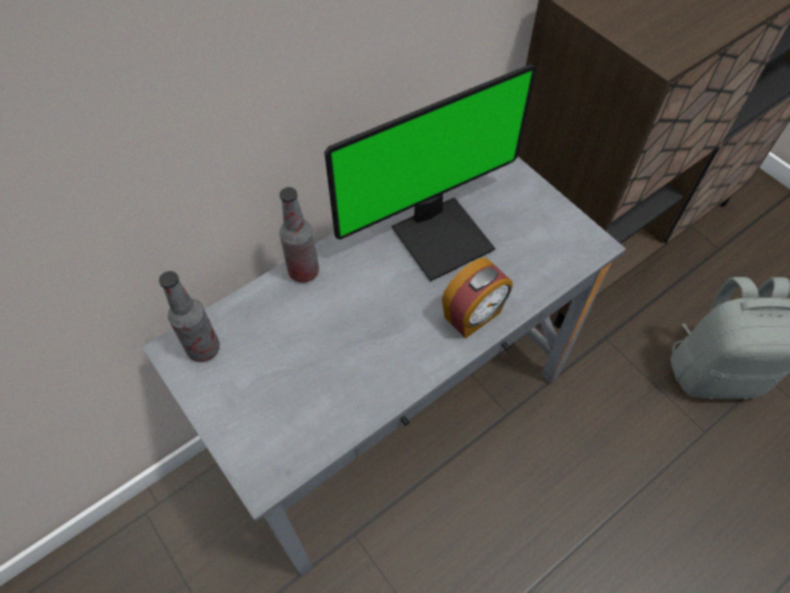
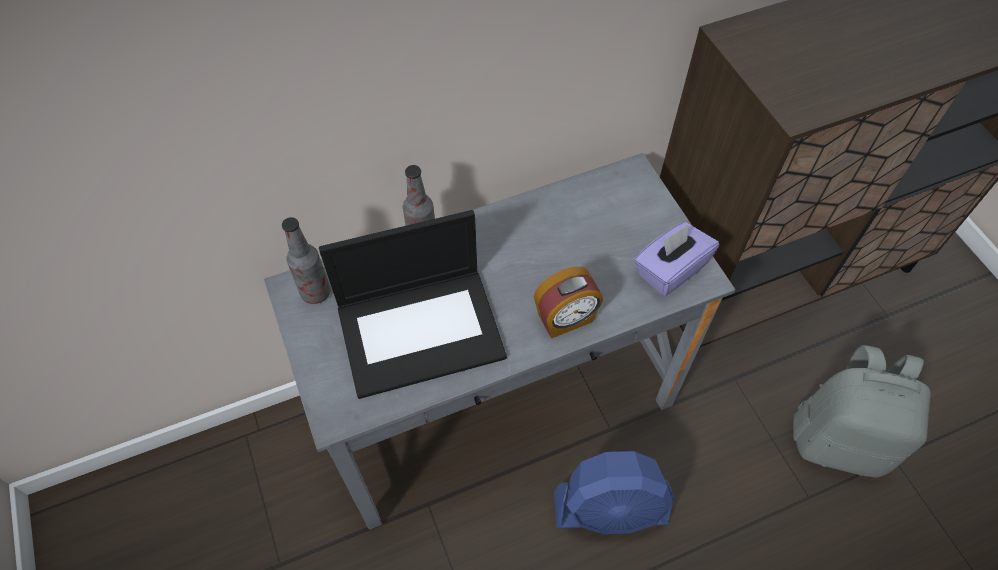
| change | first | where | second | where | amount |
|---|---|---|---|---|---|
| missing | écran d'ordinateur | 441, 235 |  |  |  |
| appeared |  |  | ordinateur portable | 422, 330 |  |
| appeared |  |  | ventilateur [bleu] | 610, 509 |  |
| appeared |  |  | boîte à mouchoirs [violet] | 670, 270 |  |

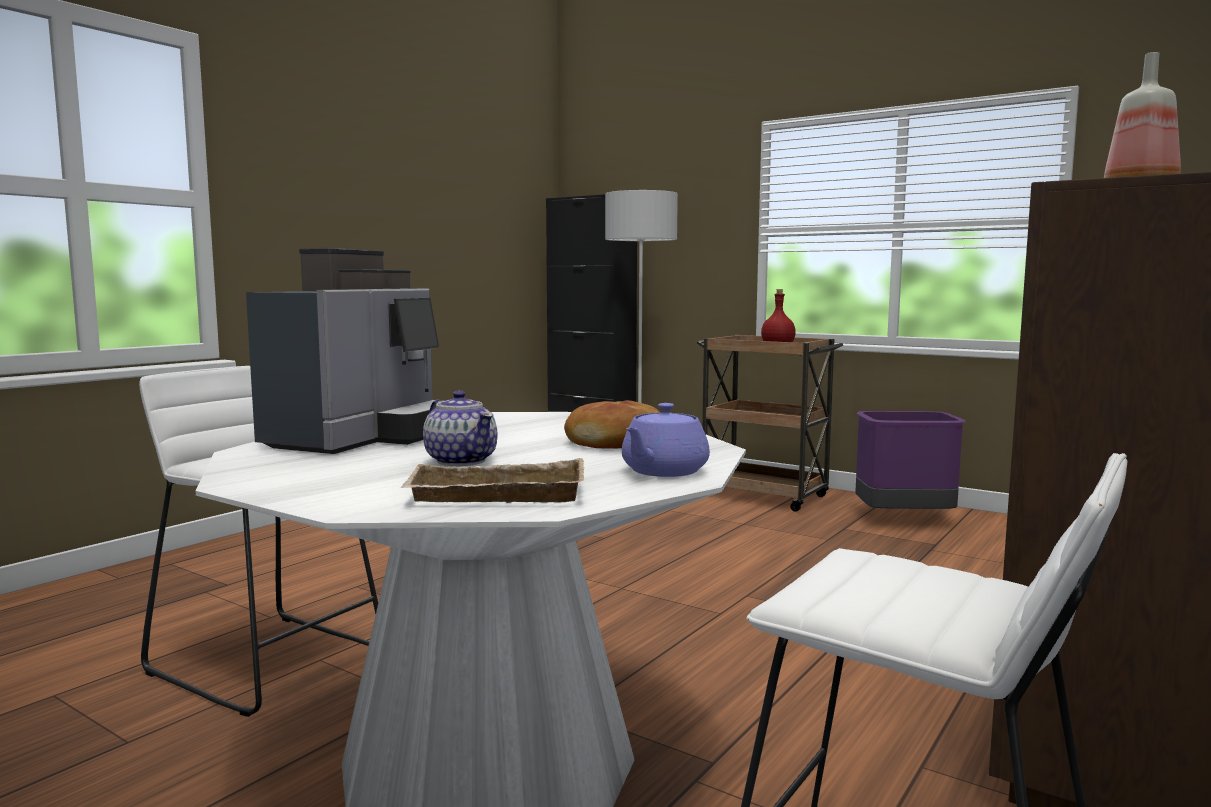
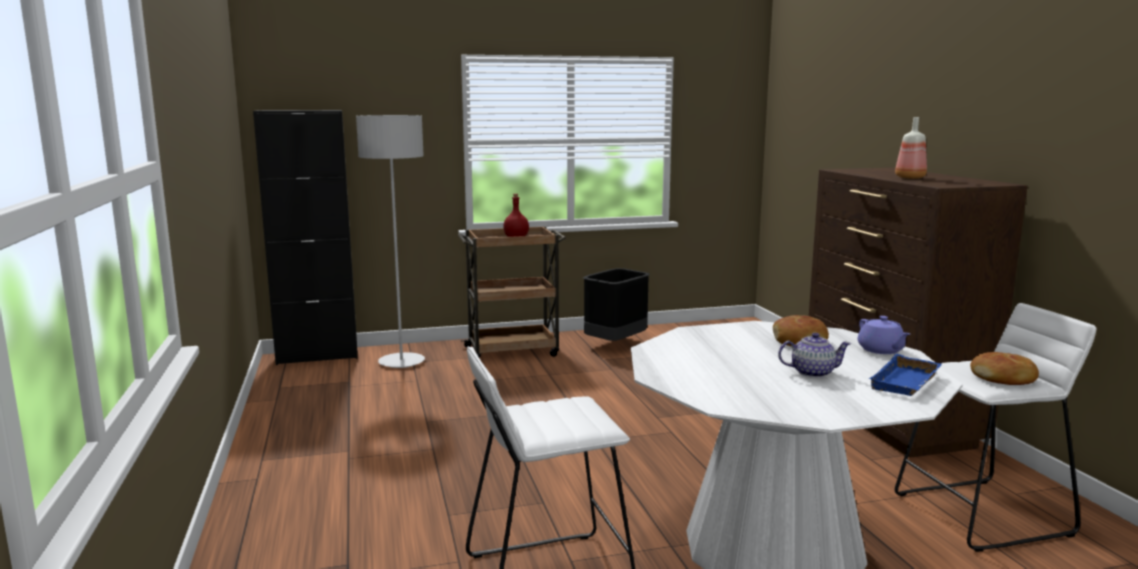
| change | first | where | second | where | amount |
|---|---|---|---|---|---|
| missing | machine à café | 364, 438 |  |  |  |
| colour | plateau [beige] | 494, 496 | plateau [bleu] | 907, 383 |  |
| colour | poubelle [violet] | 903, 521 | poubelle [noir] | 616, 345 |  |
| appeared |  |  | pain | 1004, 378 |  |

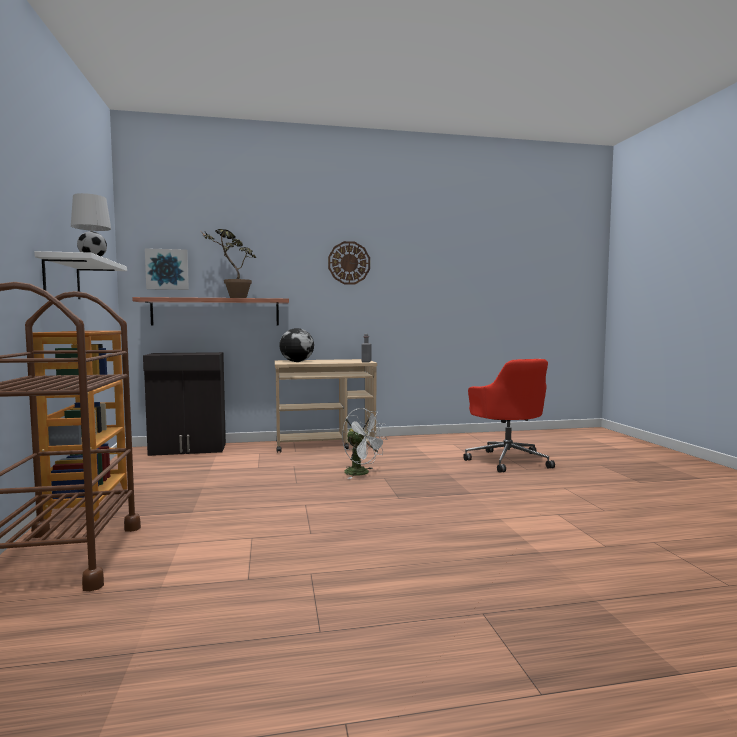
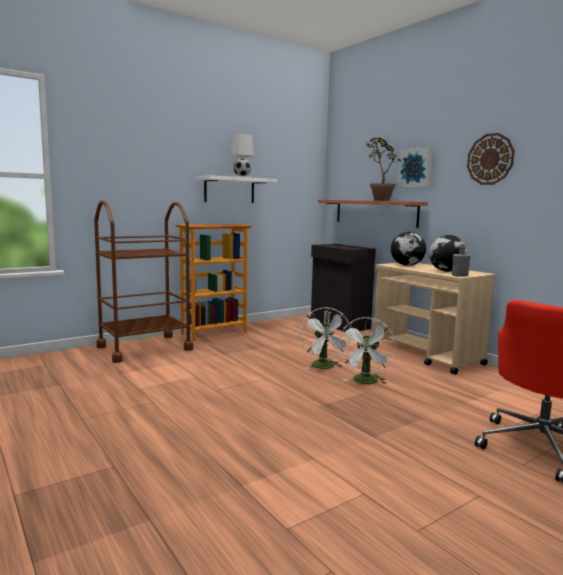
| change | first | where | second | where | amount |
|---|---|---|---|---|---|
| relocated | tableau | 167, 269 |  | 416, 168 |  |
| appeared |  |  | ventilateur [blanc] | 325, 367 |  |
| appeared |  |  | globe | 446, 271 |  |

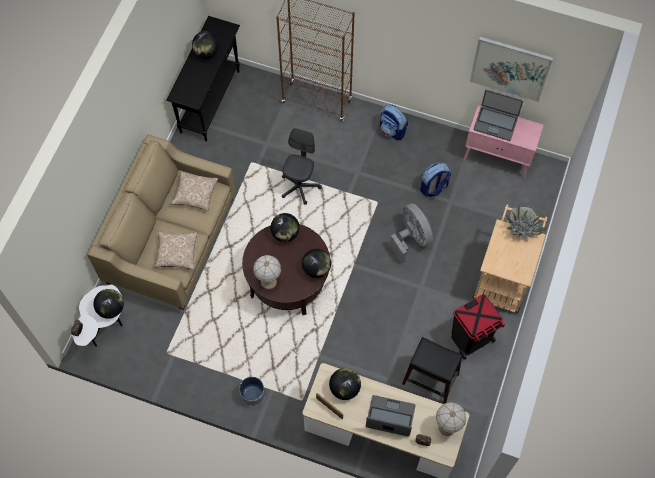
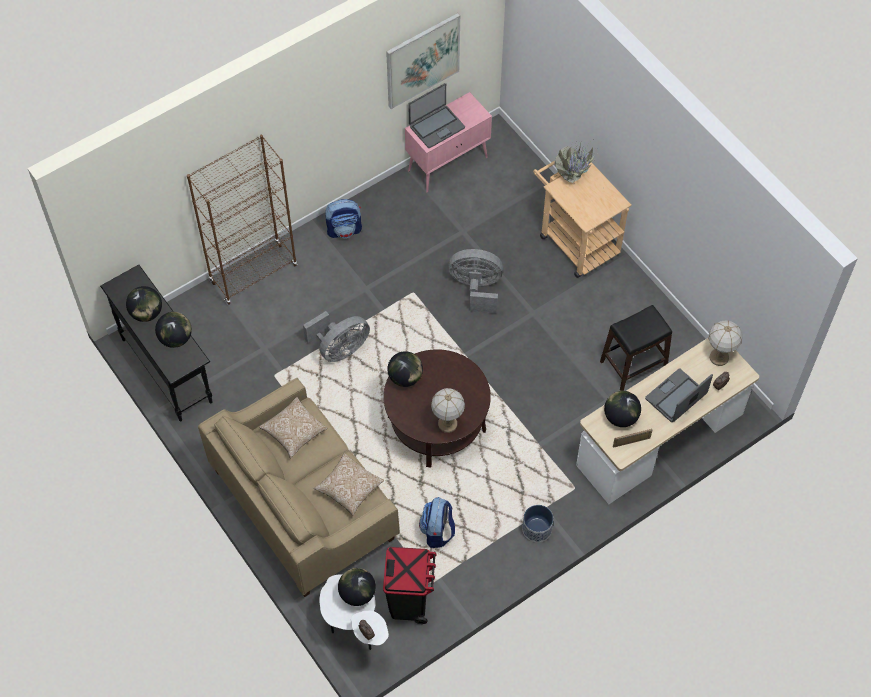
| change | first | where | second | where | amount |
|---|---|---|---|---|---|
| exchanged | chaise de bureau [gris] | 300, 187 | ventilateur [gris] | 340, 349 |  |
| relocated | globe | 316, 269 |  | 176, 338 |  |
| relocated | sac à dos | 433, 188 |  | 437, 531 |  |
| relocated | poubelle [noir] | 471, 339 |  | 409, 601 |  |

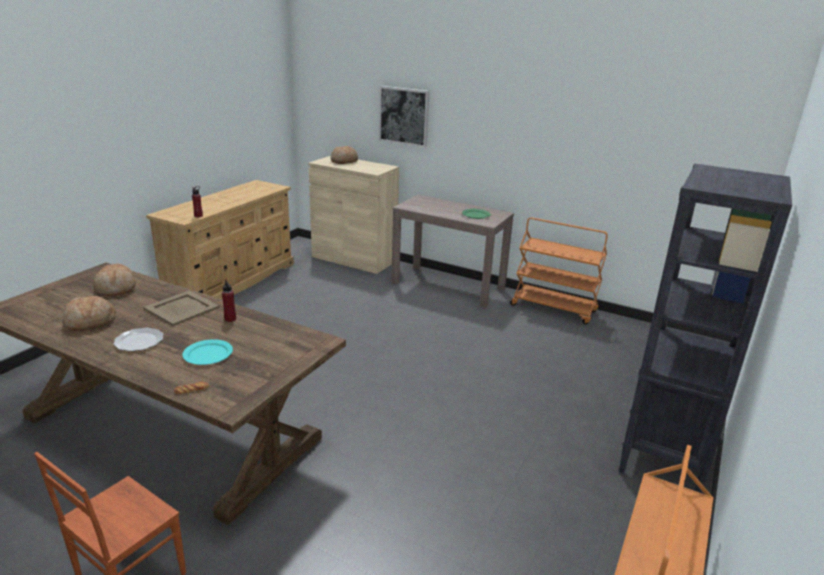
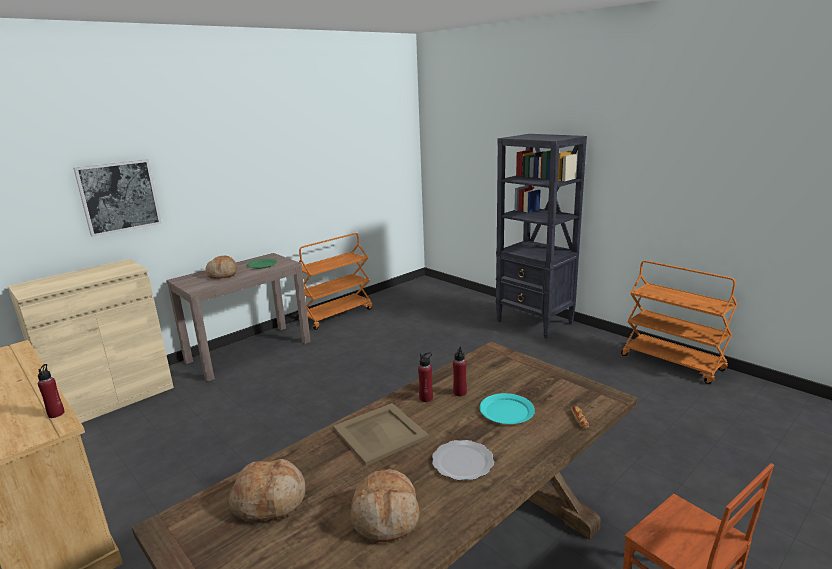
| change | first | where | second | where | amount |
|---|---|---|---|---|---|
| relocated | pain | 344, 161 |  | 223, 274 |  |
| appeared |  |  | bouteille [rouge] | 460, 392 |  |

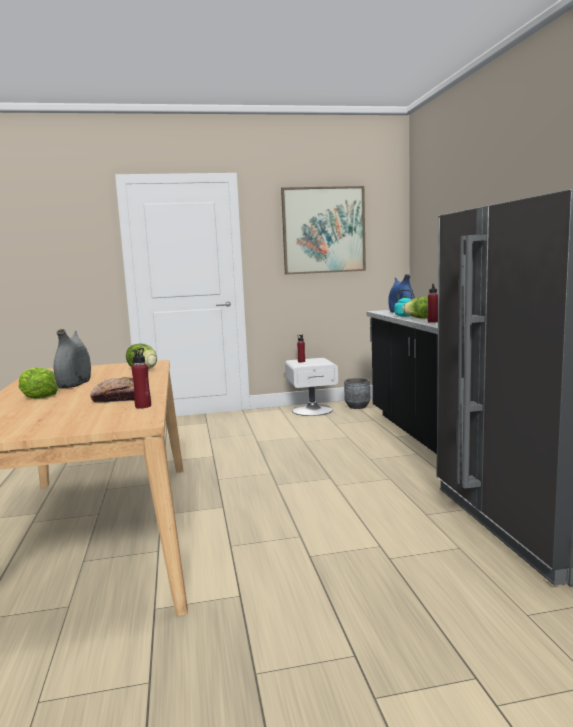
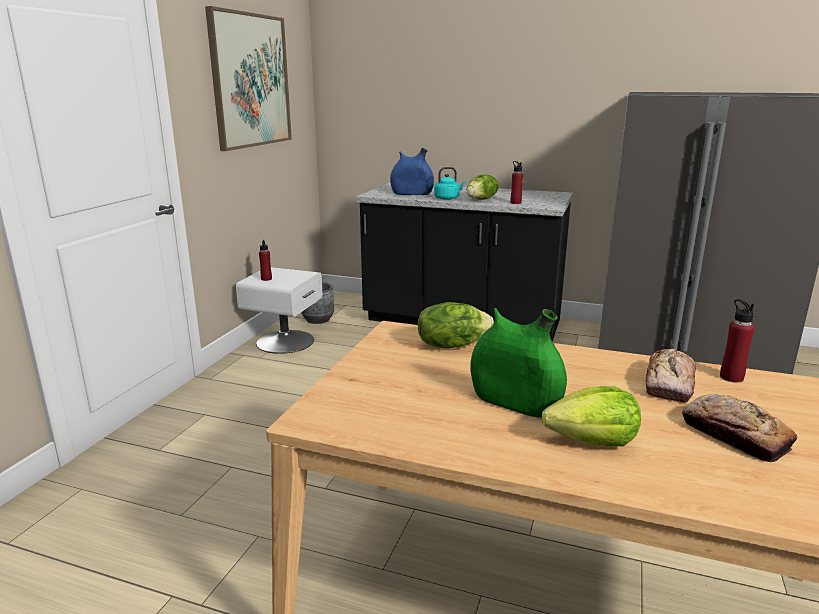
| change | first | where | second | where | amount |
|---|---|---|---|---|---|
| colour | vase [gris] | 75, 384 | vase [vert] | 514, 403 |  |
| appeared |  |  | pain | 734, 435 |  |

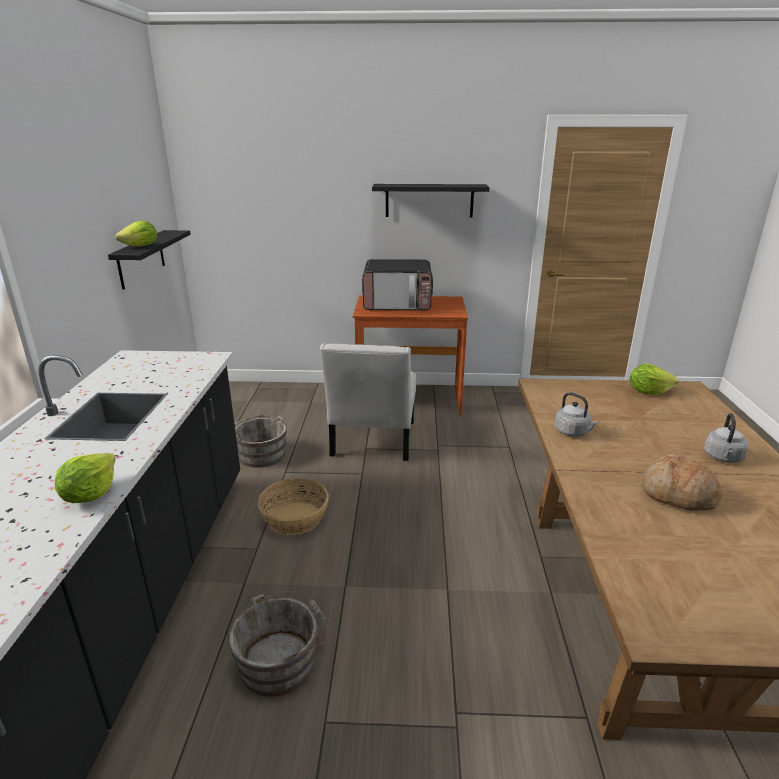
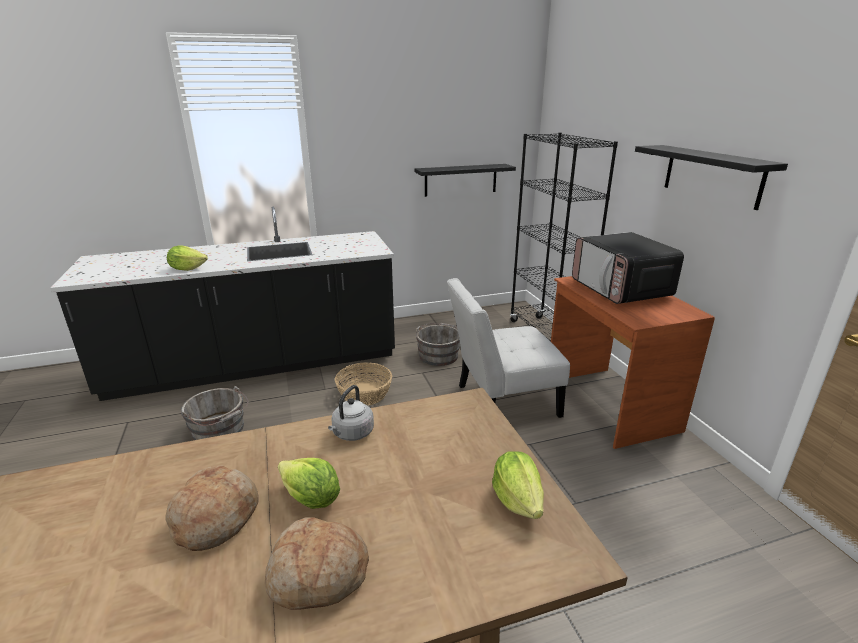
| change | first | where | second | where | amount |
|---|---|---|---|---|---|
| relocated | laitue | 141, 246 |  | 311, 499 |  |
| exchanged | bouilloire [gris] | 723, 458 | pain | 318, 575 |  |
| appeared |  |  | bibliothèque [noir] | 546, 336 |  |

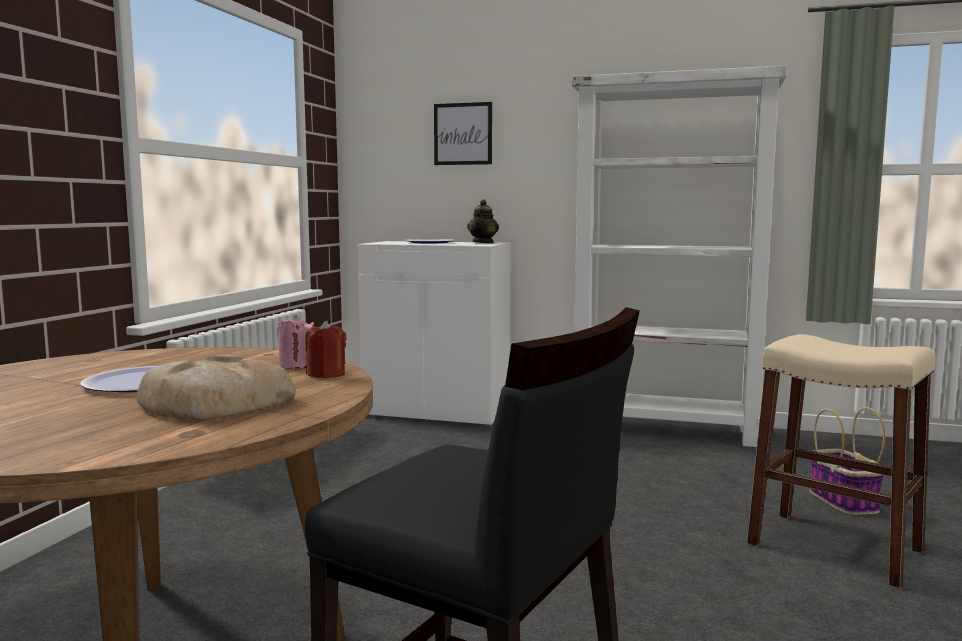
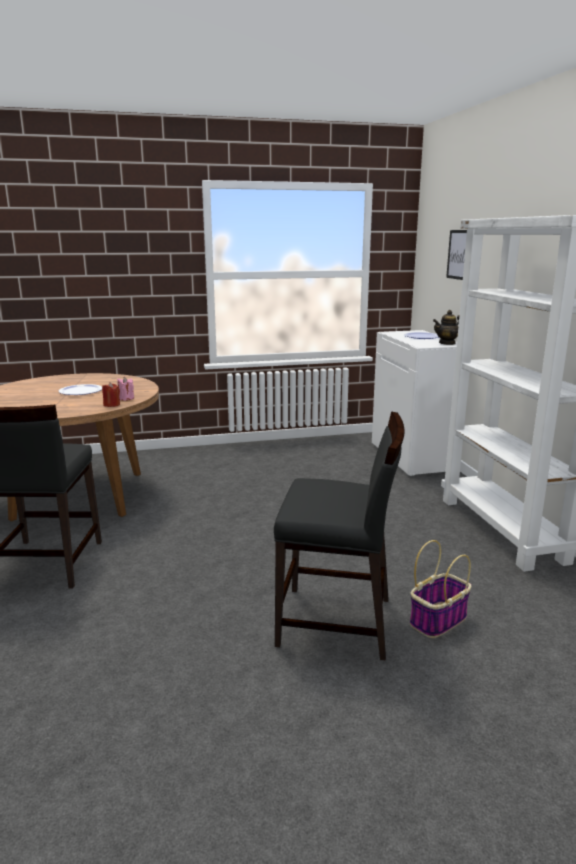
| change | first | where | second | where | amount |
|---|---|---|---|---|---|
| missing | pain | 213, 403 |  |  |  |
| exchanged | tabouret [beige] | 835, 547 | chaise [noir] | 336, 622 |  |

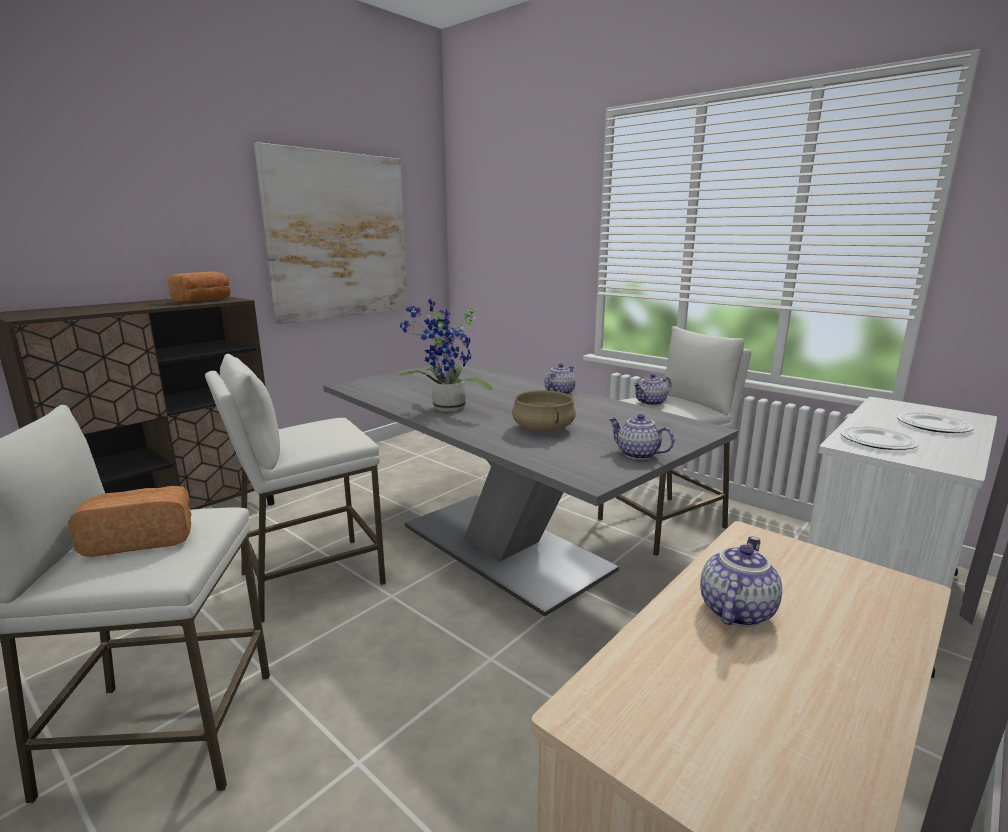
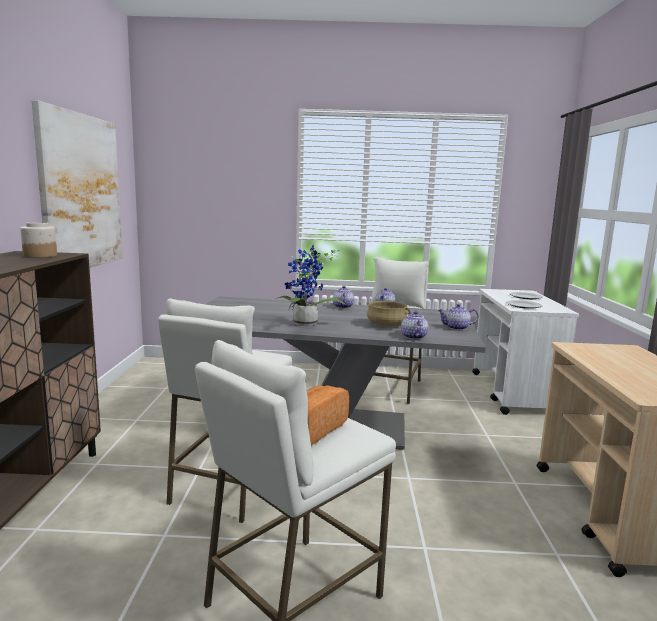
| change | first | where | second | where | amount |
|---|---|---|---|---|---|
| exchanged | pain | 204, 300 | bocal | 39, 256 |  |
| relocated | théière | 734, 610 |  | 413, 337 |  |

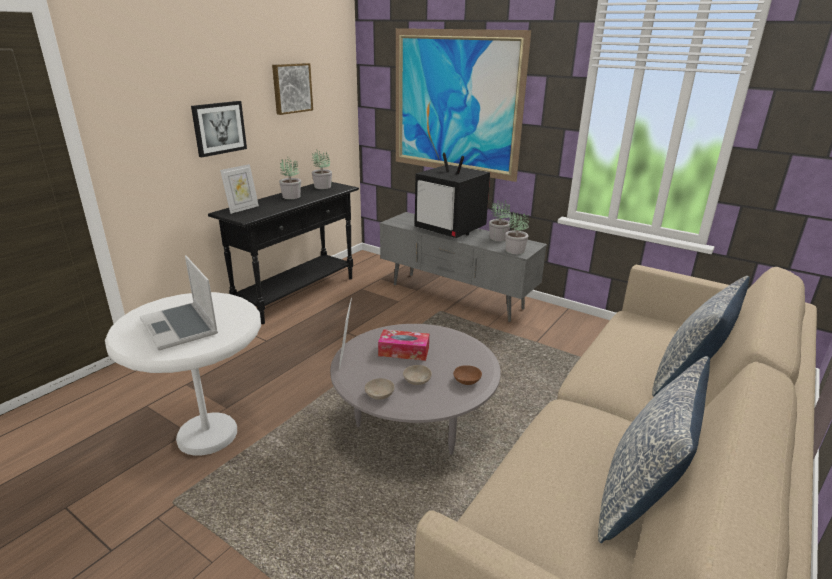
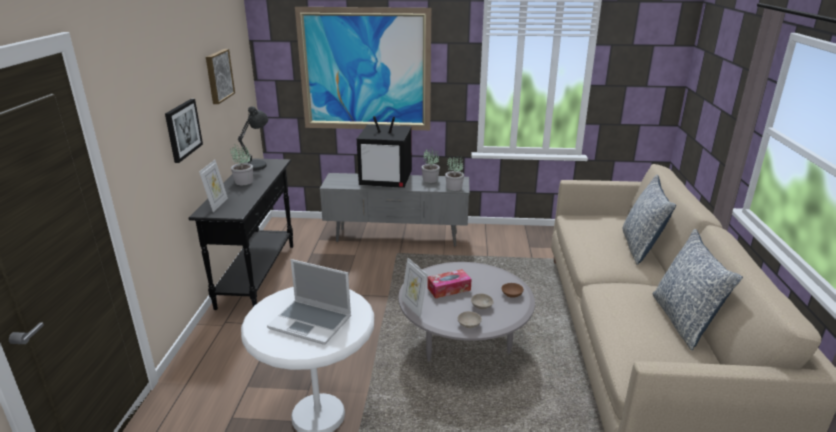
| change | first | where | second | where | amount |
|---|---|---|---|---|---|
| exchanged | plante en pot | 322, 187 | lampe de table [gris] | 257, 165 |  |

